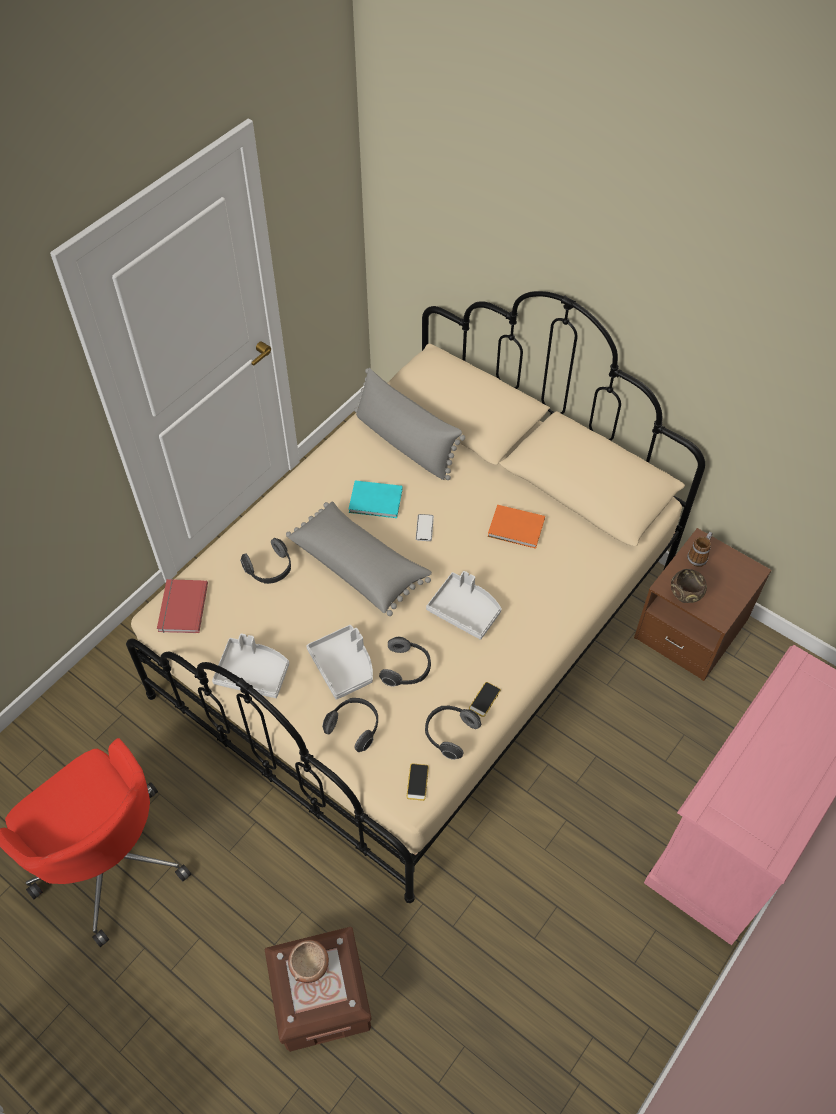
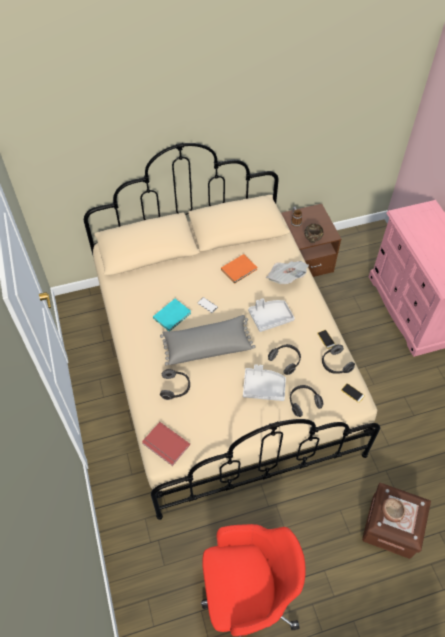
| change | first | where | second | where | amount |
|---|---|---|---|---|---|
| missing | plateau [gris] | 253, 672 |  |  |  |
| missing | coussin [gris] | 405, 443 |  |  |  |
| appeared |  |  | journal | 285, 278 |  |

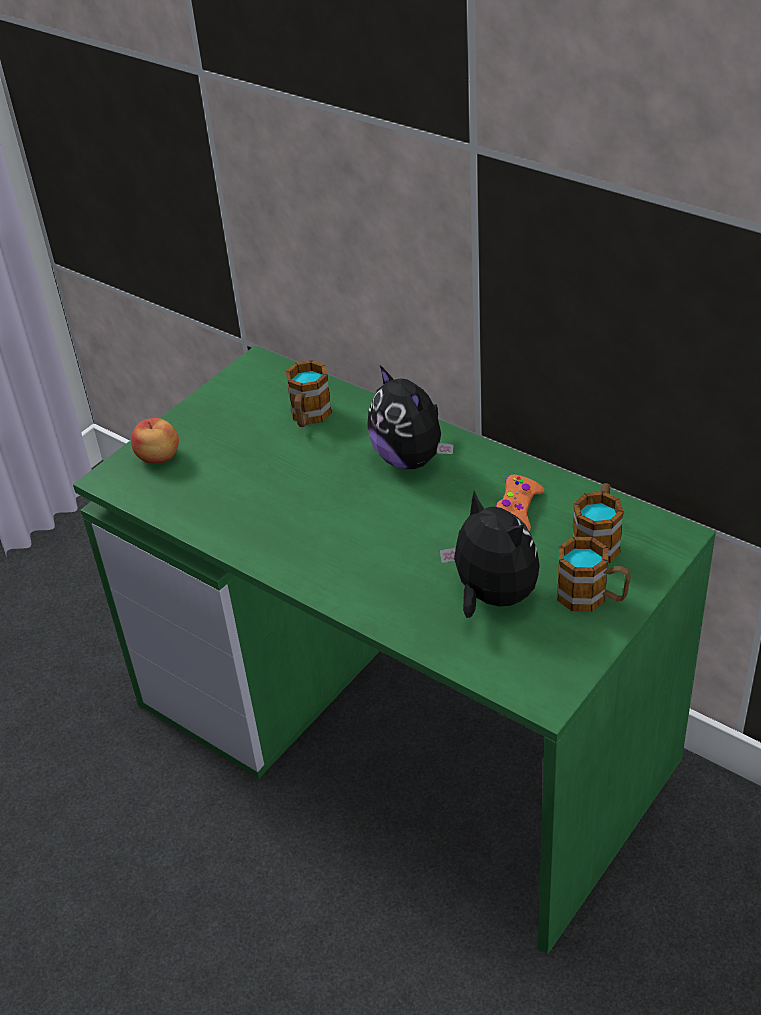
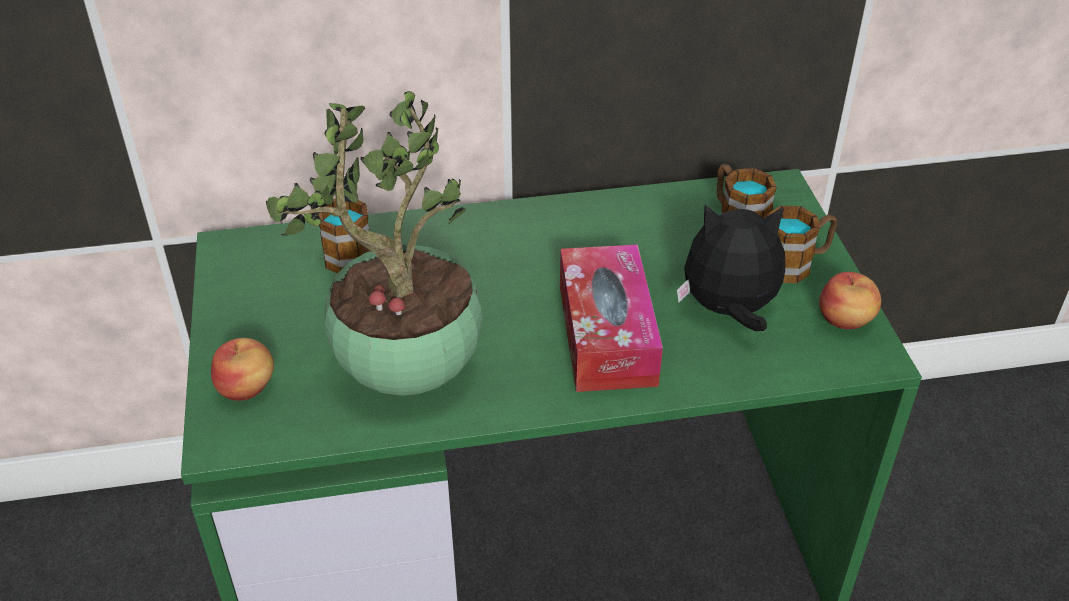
| change | first | where | second | where | amount |
|---|---|---|---|---|---|
| missing | peluche | 410, 458 |  |  |  |
| missing | manette [orange] | 518, 509 |  |  |  |
| appeared |  |  | plante en pot | 406, 374 |  |
| appeared |  |  | boîte à mouchoirs | 606, 334 |  |
| appeared |  |  | pomme | 845, 320 |  |

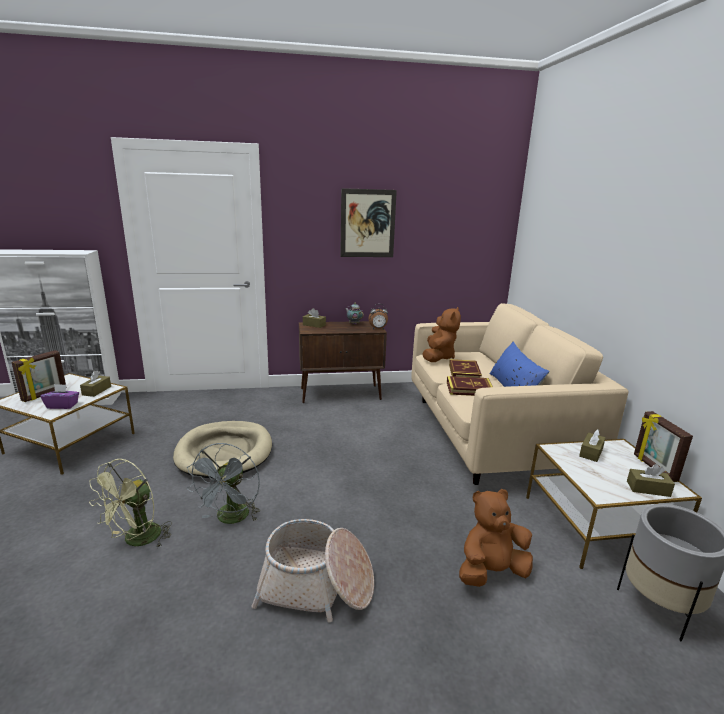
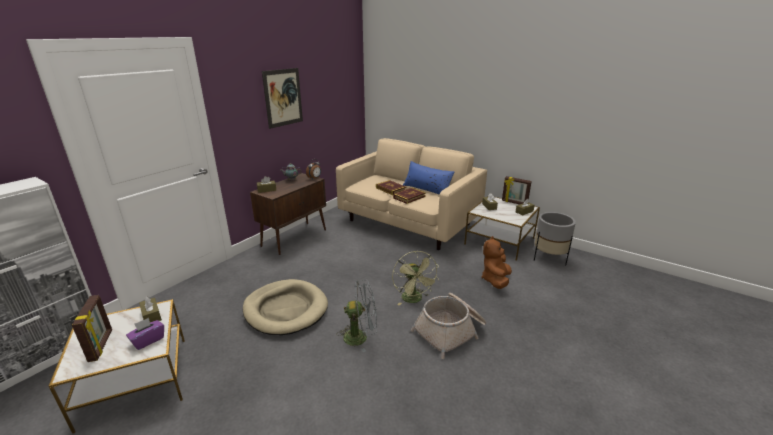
| change | first | where | second | where | amount |
|---|---|---|---|---|---|
| relocated | ventilateur [vert] | 137, 540 |  | 414, 300 |  |
| spun | ventilateur [gris] | 231, 519 |  | 361, 336 | 60 degrees counterclockwise |
| missing | peluche [marron] | 438, 357 |  |  |  |

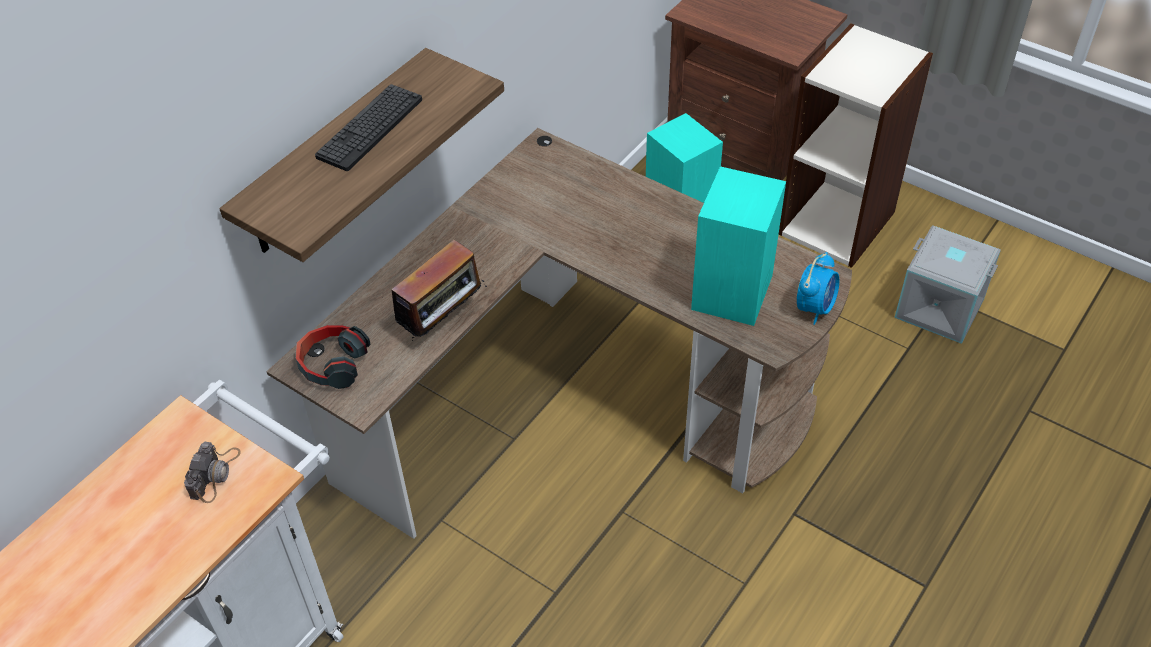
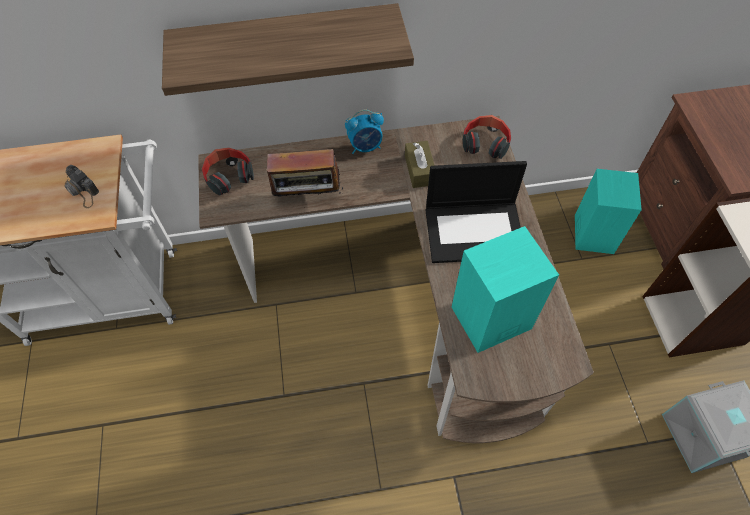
| change | first | where | second | where | amount |
|---|---|---|---|---|---|
| spun | appareil photo | 215, 474 |  | 82, 191 | 75 degrees clockwise |
| missing | clavier | 370, 128 |  |  |  |
| relocated | réveil | 815, 308 |  | 365, 147 |  |
| appeared |  |  | boîte à mouchoirs [marron] | 419, 170 |  |
| appeared |  |  | ordinateur portable | 475, 231 |  |
| appeared |  |  | casque audio | 485, 143 |  |

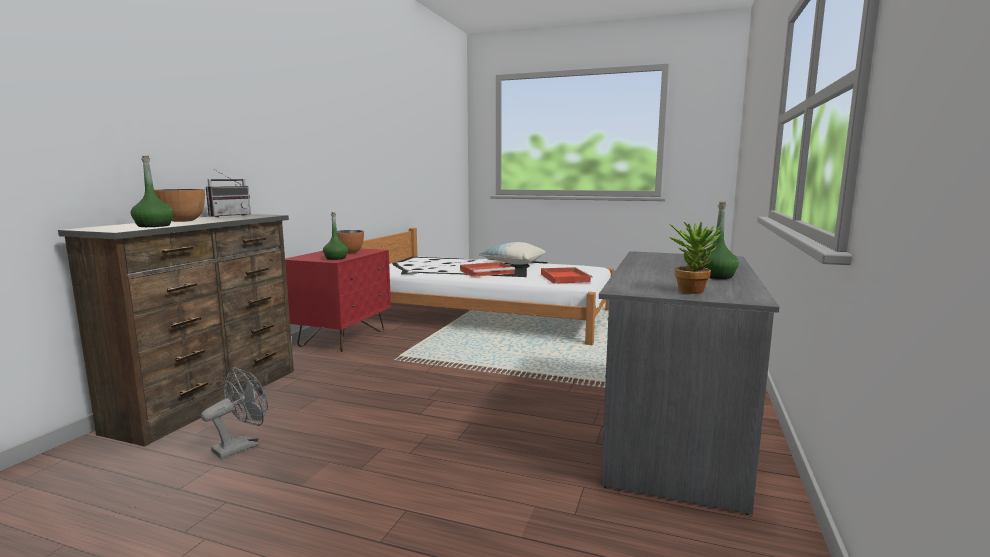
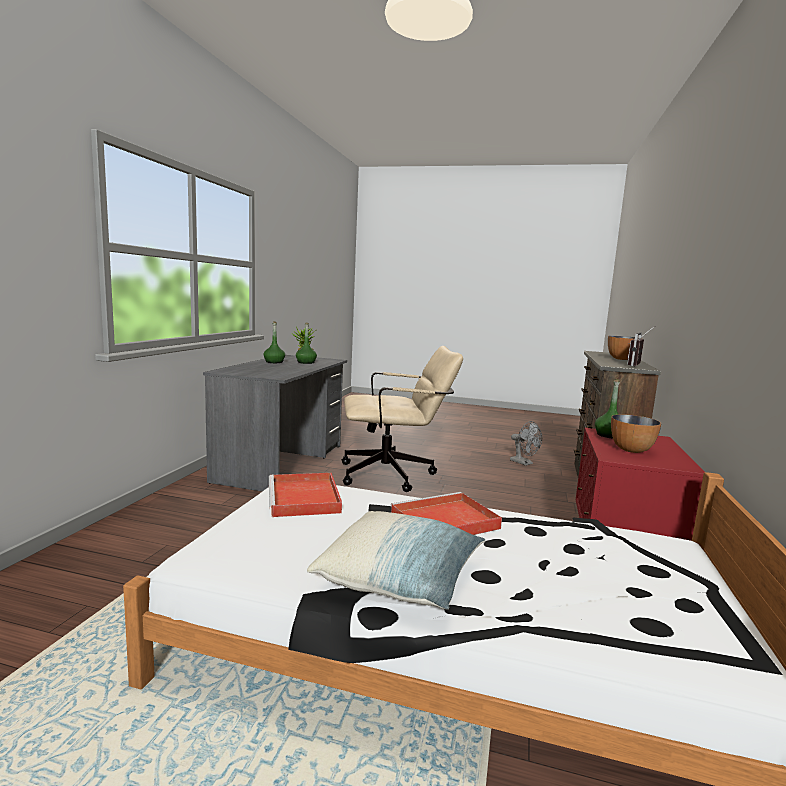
| change | first | where | second | where | amount |
|---|---|---|---|---|---|
| relocated | bouteille [vert] | 154, 226 |  | 306, 362 |  |
| spun | ventilateur [gris] | 242, 446 |  | 524, 463 | 75 degrees counterclockwise |
| appeared |  |  | chaise de bureau [beige] | 395, 474 |  |

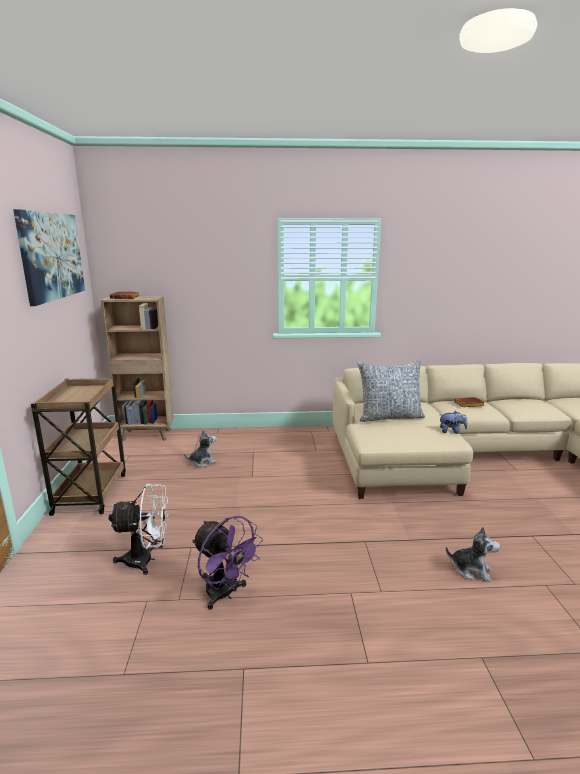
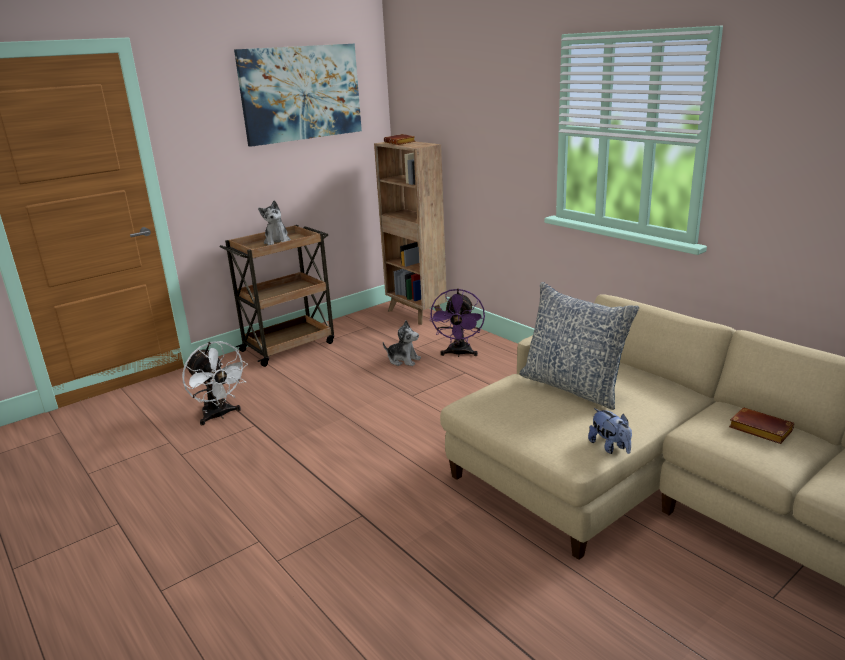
| change | first | where | second | where | amount |
|---|---|---|---|---|---|
| relocated | ventilateur [violet] | 225, 594 |  | 459, 354 |  |
| relocated | peluche | 471, 570 |  | 277, 242 |  |

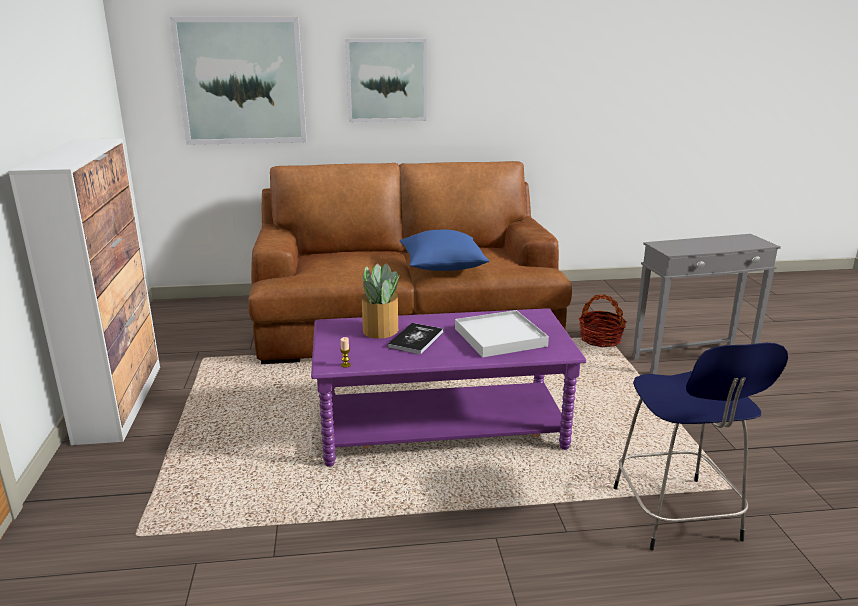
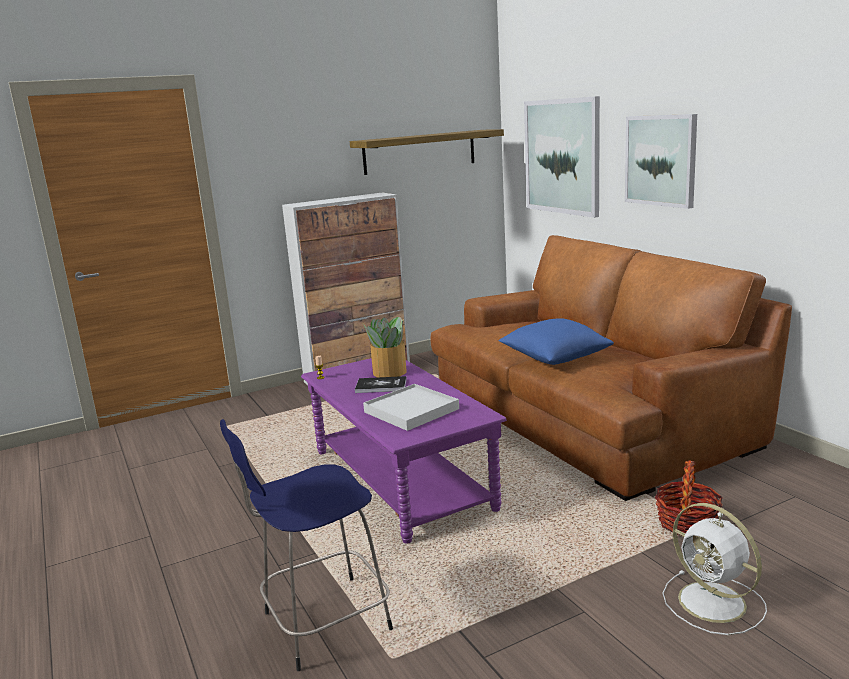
| change | first | where | second | where | amount |
|---|---|---|---|---|---|
| exchanged | table d'appoint [gris] | 694, 360 | ventilateur [blanc] | 714, 603 |  |
| appeared |  |  | étagère | 419, 152 |  |

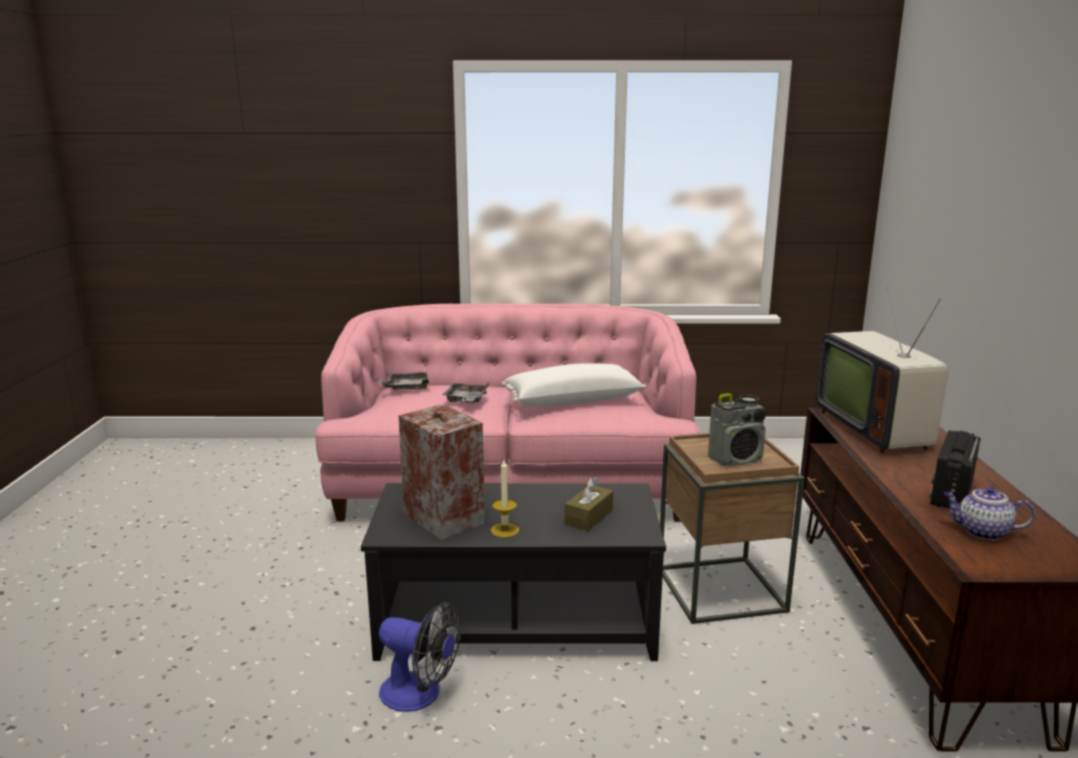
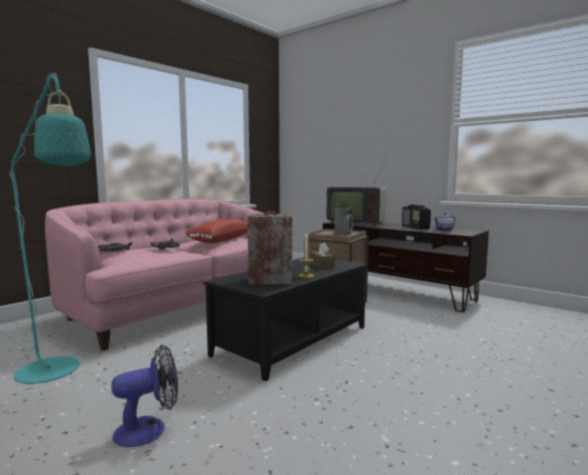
| change | first | where | second | where | amount |
|---|---|---|---|---|---|
| relocated | ventilateur | 420, 694 |  | 149, 429 |  |
| colour | coussin [blanc] | 572, 400 | coussin [rouge] | 219, 241 |  |
| appeared |  |  | lampadaire [turquoise] | 54, 374 |  |

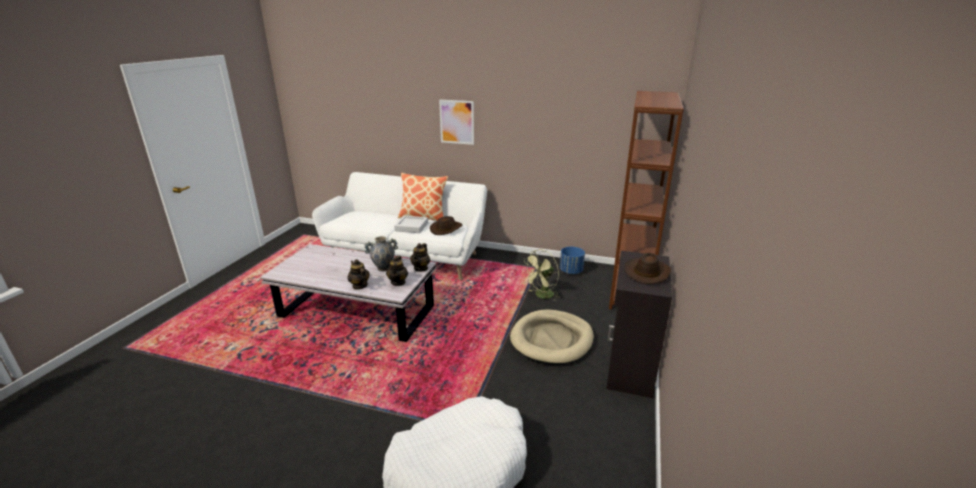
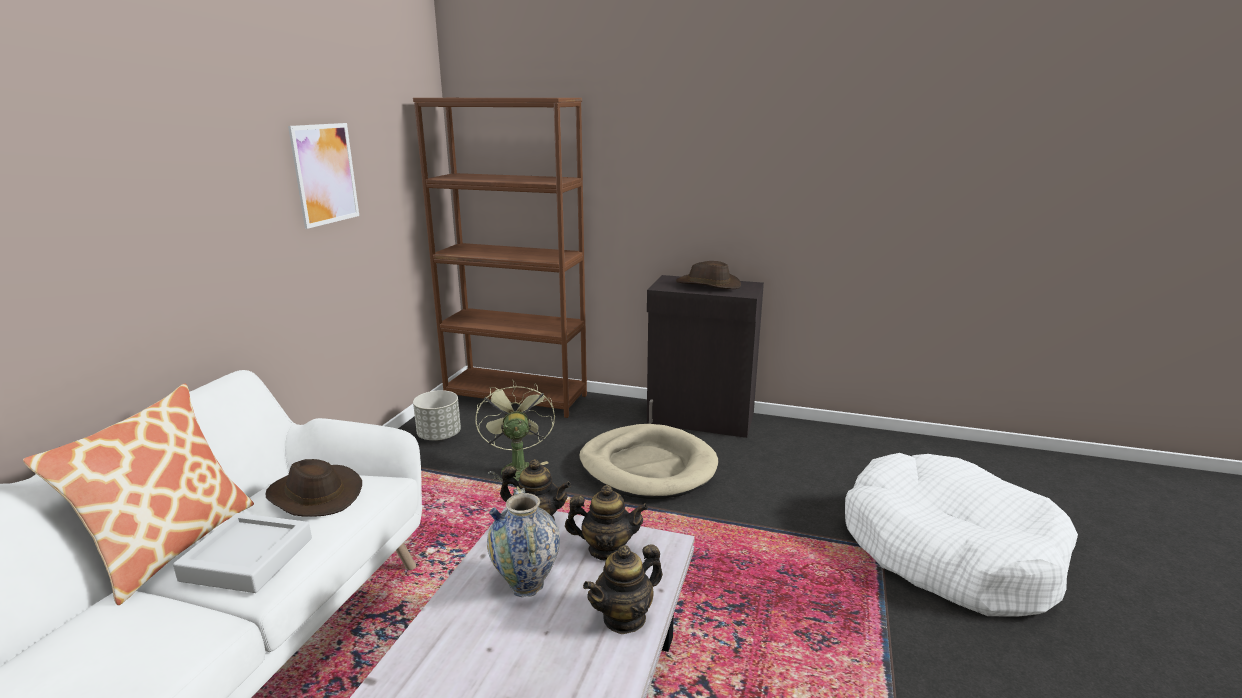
| change | first | where | second | where | amount |
|---|---|---|---|---|---|
| relocated | tableau | 457, 122 |  | 325, 174 |  |
| spun | ventilateur [vert] | 542, 296 |  | 516, 468 | 150 degrees counterclockwise |
| colour | cache-pot [bleu] | 571, 271 | cache-pot [gris] | 439, 436 |  |

